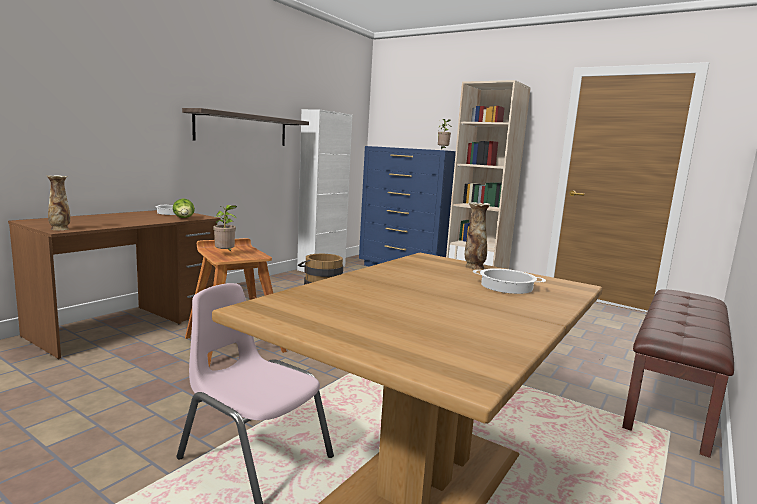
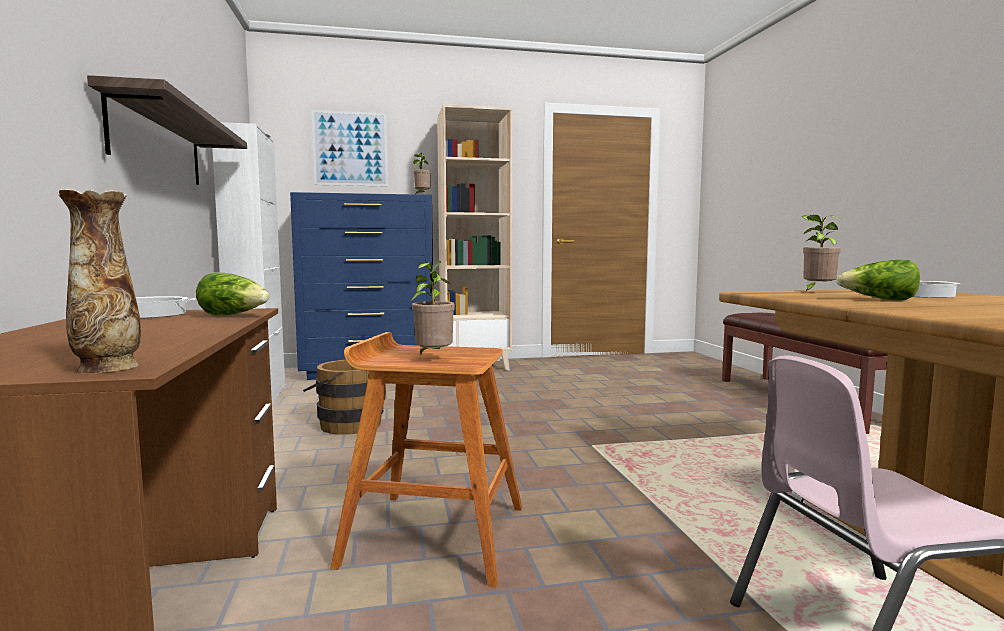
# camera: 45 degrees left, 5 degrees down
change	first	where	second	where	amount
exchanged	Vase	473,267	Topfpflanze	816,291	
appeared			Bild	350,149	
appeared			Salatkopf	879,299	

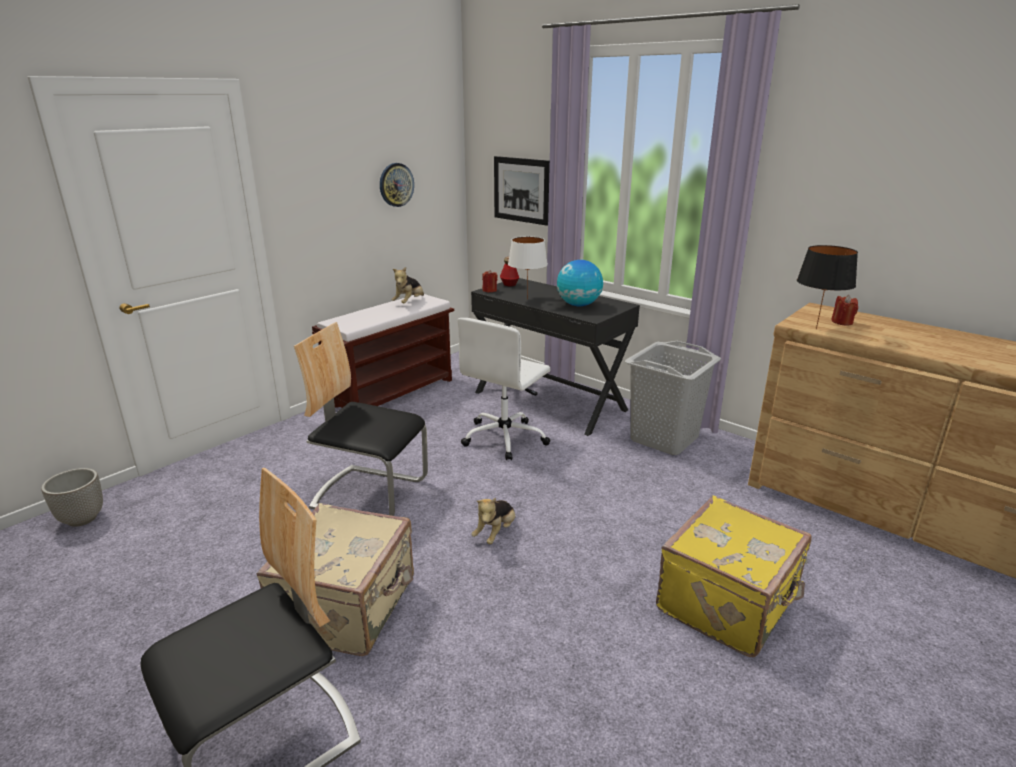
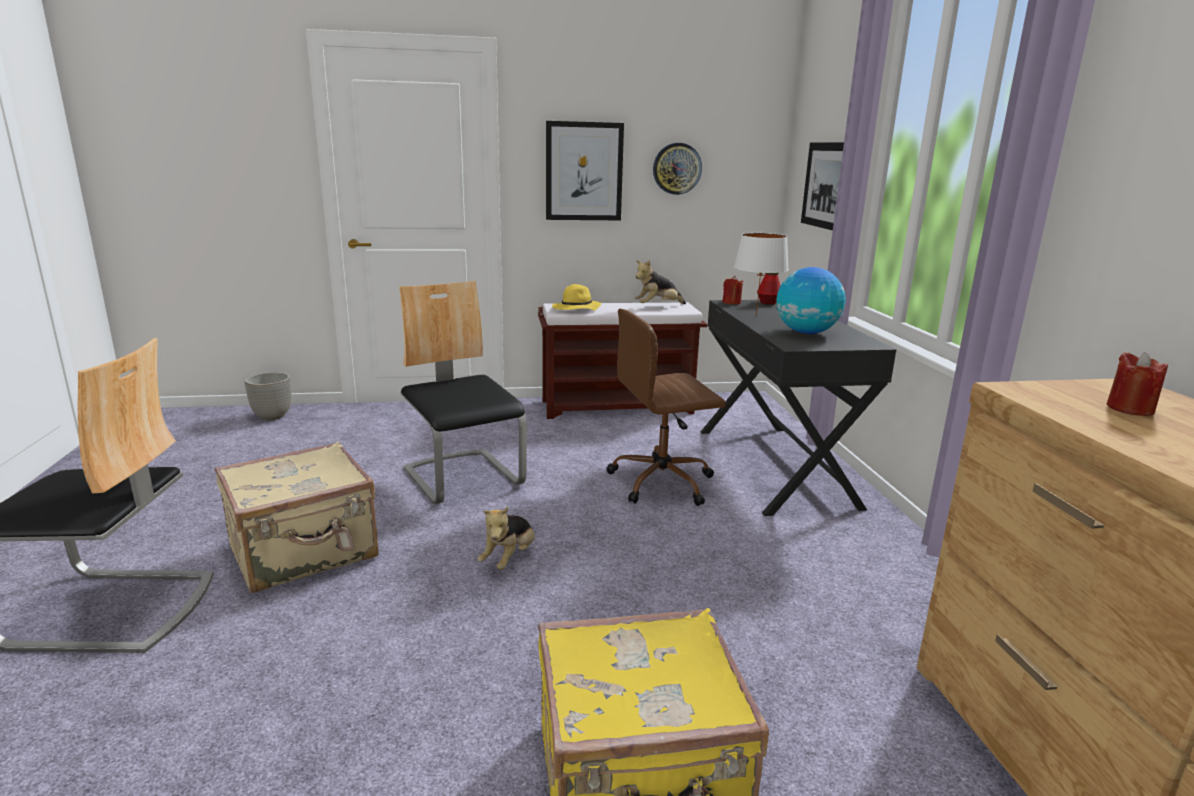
# camera: 40 degrees right, 5 degrees down
change	first	where	second	where	amount
missing	Tischlampe/schwarz	816,329			
colour	Bürostuhl/weiß	505,438	Bürostuhl/braun	663,482	
missing	Wäschekorb/grau	665,438			
spun	Plüschtier	495,533		509,558	45 degrees counterclockwise
appeared			Bild	584,171	
appeared			Hut/gelb	576,309	

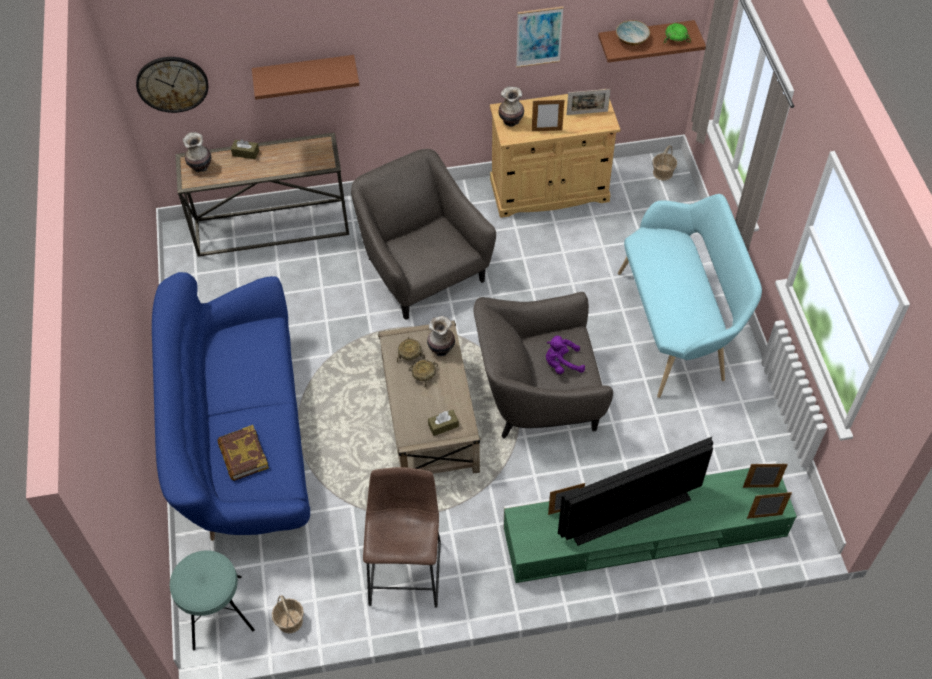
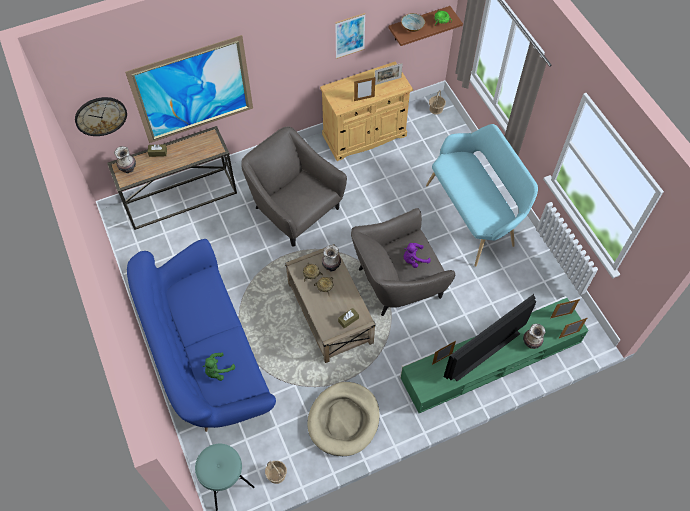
# camera: 15 degrees left, 5 degrees up
change	first	where	second	where	amount
exchanged	Wandregal/braun	305,73	Bild	193,91	
relocated	Vase	511,121		531,342	
exchanged	Buch	243,455	Plüschtier/grün	218,370	
exchanged	Hocker/braun	406,568	Hundebett/beige	344,420	

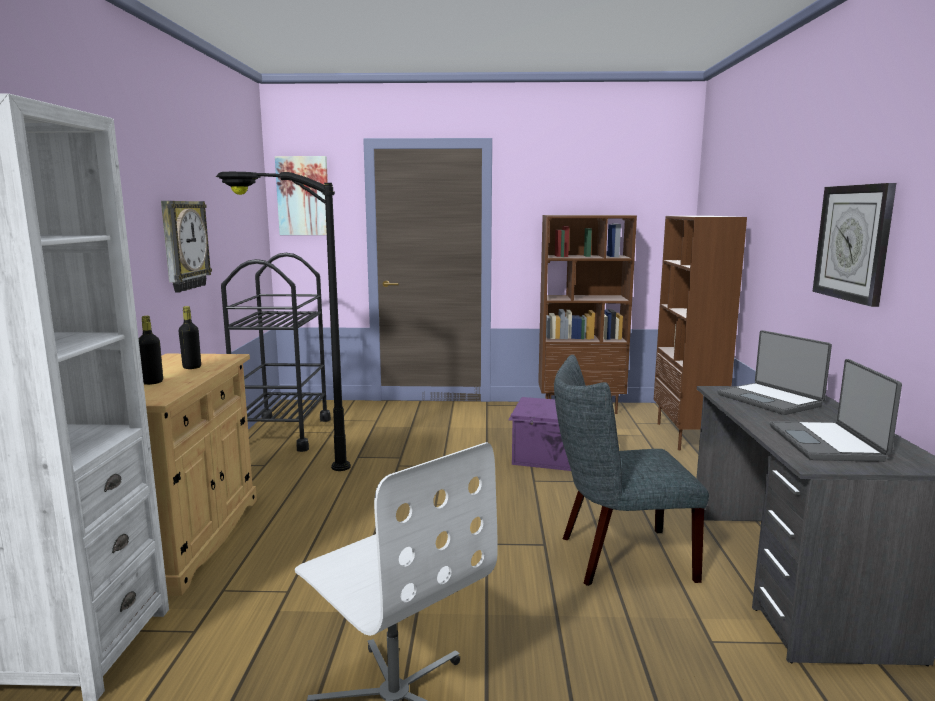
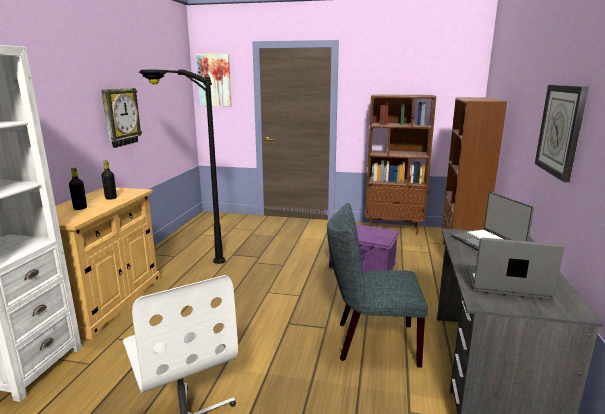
# camera: 10 degrees right, 5 degrees up
change	first	where	second	where	amount
missing	Rollwagen/schwarz	283,434			
spun	Laptop	827,443		506,285	90 degrees clockwise

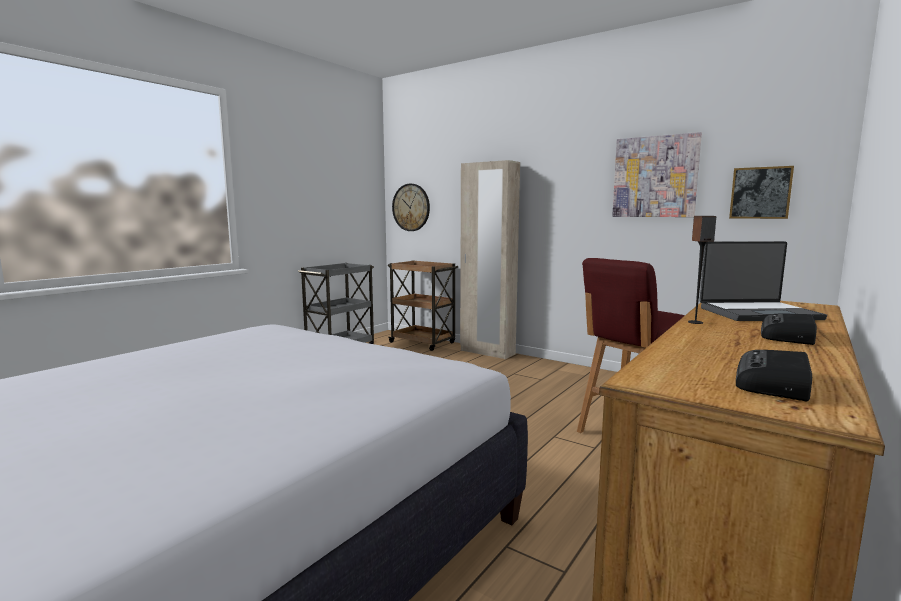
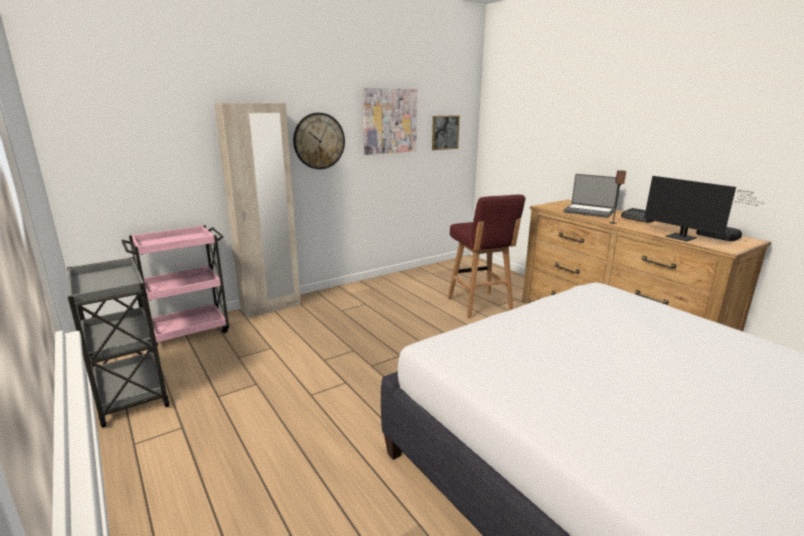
# camera: 70 degrees left, 10 degrees up
change	first	where	second	where	amount
relocated	Wanduhr	411,207		319,141	
spun	Laptop	757,313		589,211	105 degrees clockwise
colour	Rollwagen/braun	423,343	Rollwagen/rosa	189,332	
appeared			Monitor	684,238	

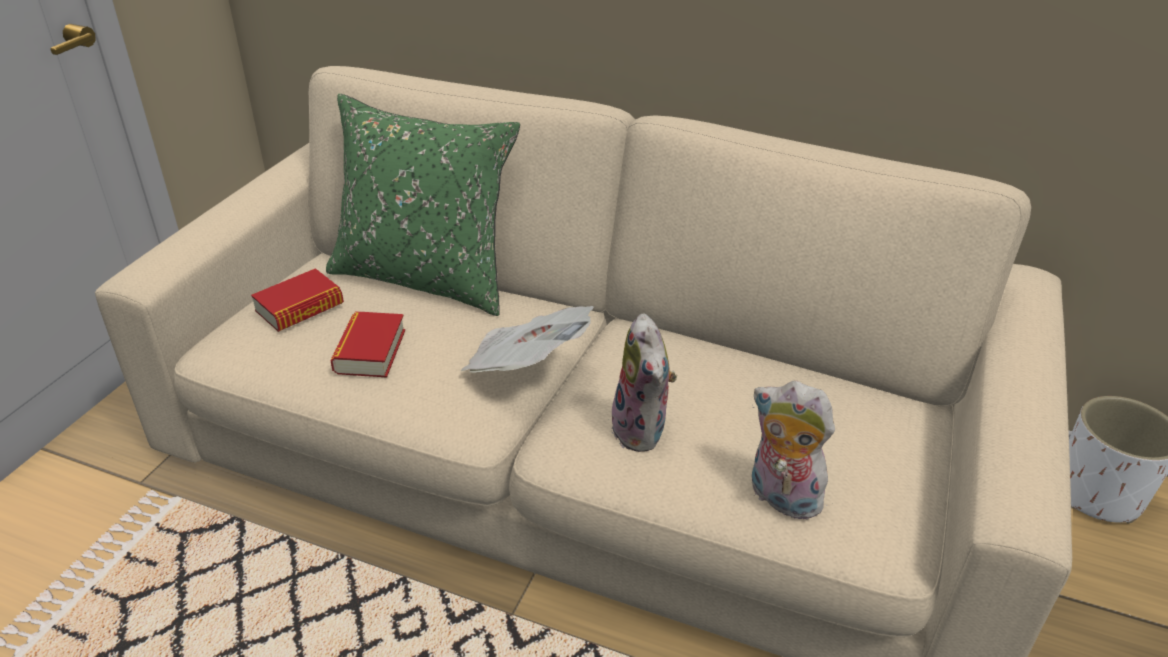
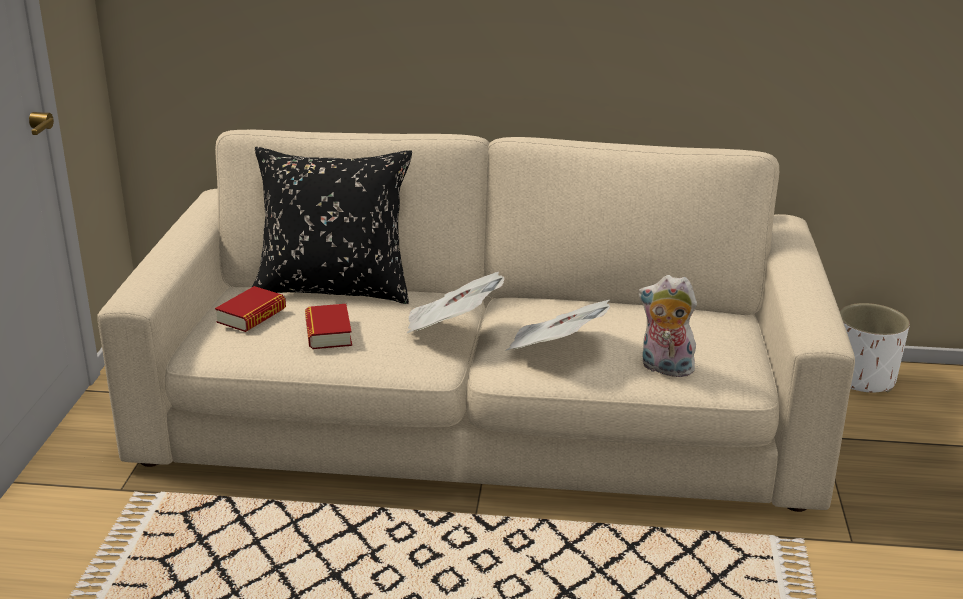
# camera: 15 degrees left, 10 degrees down
change	first	where	second	where	amount
colour	Kissen/grün	425,278	Kissen/schwarz	334,288	
exchanged	Plüschtier	643,431	Zeitung	555,350	

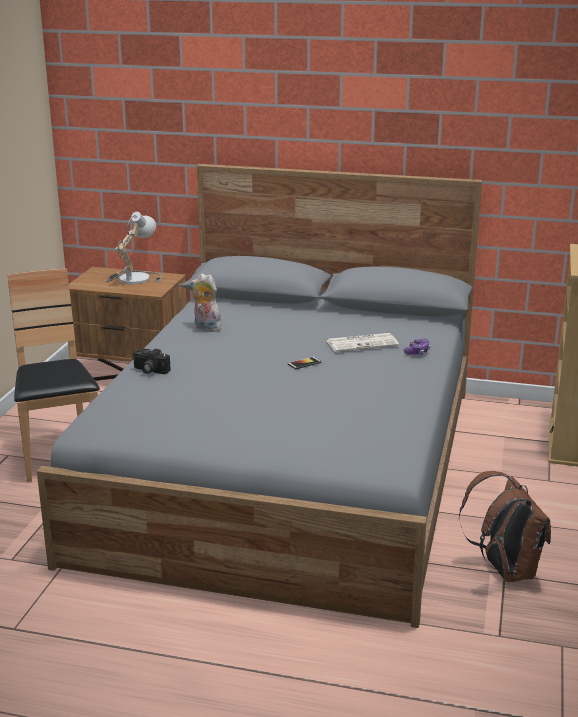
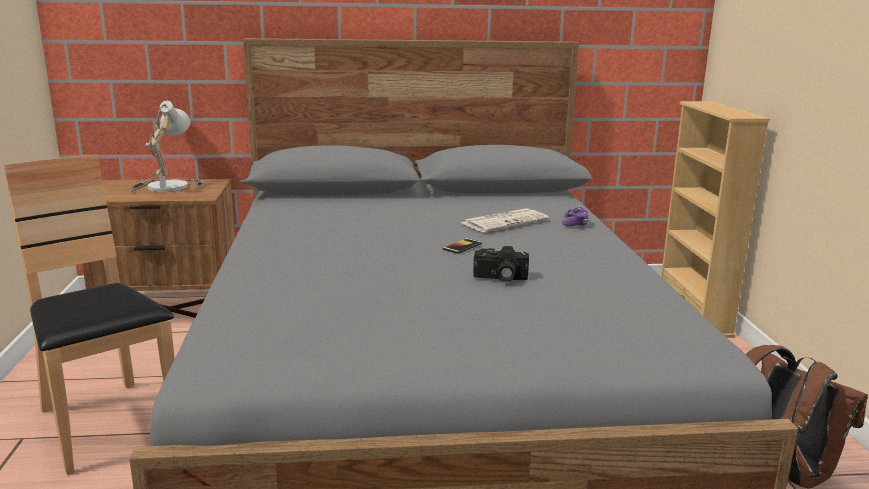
# camera: 20 degrees left, 5 degrees down
change	first	where	second	where	amount
missing	Plüschtier	205,328			
relocated	Kamera	149,370		500,278	

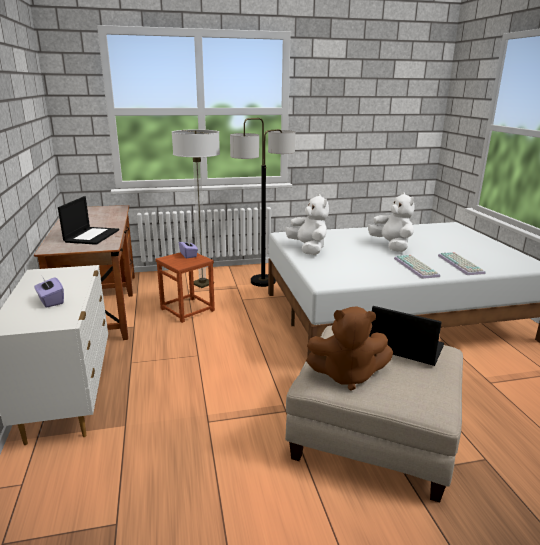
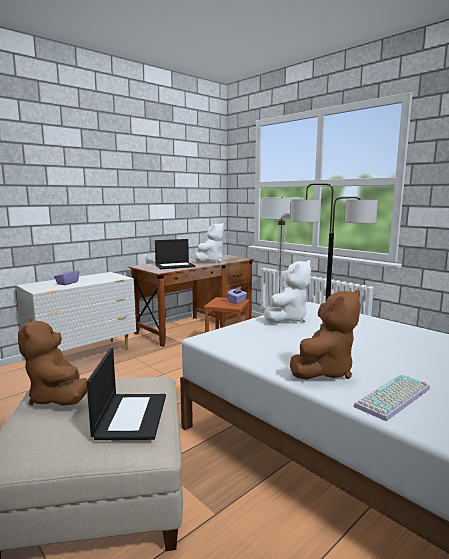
# camera: 60 degrees right, 10 degrees down
change	first	where	second	where	amount
relocated	Plüschtier/weiß	391,246		211,261	
exchanged	Tastatur	417,267	Plüschtier/braun	324,371	

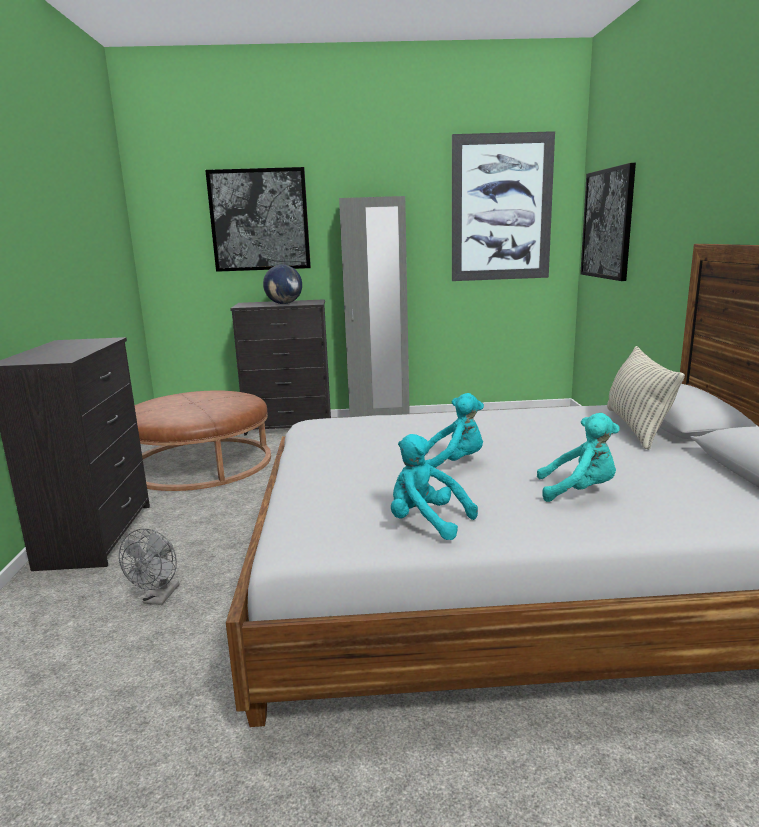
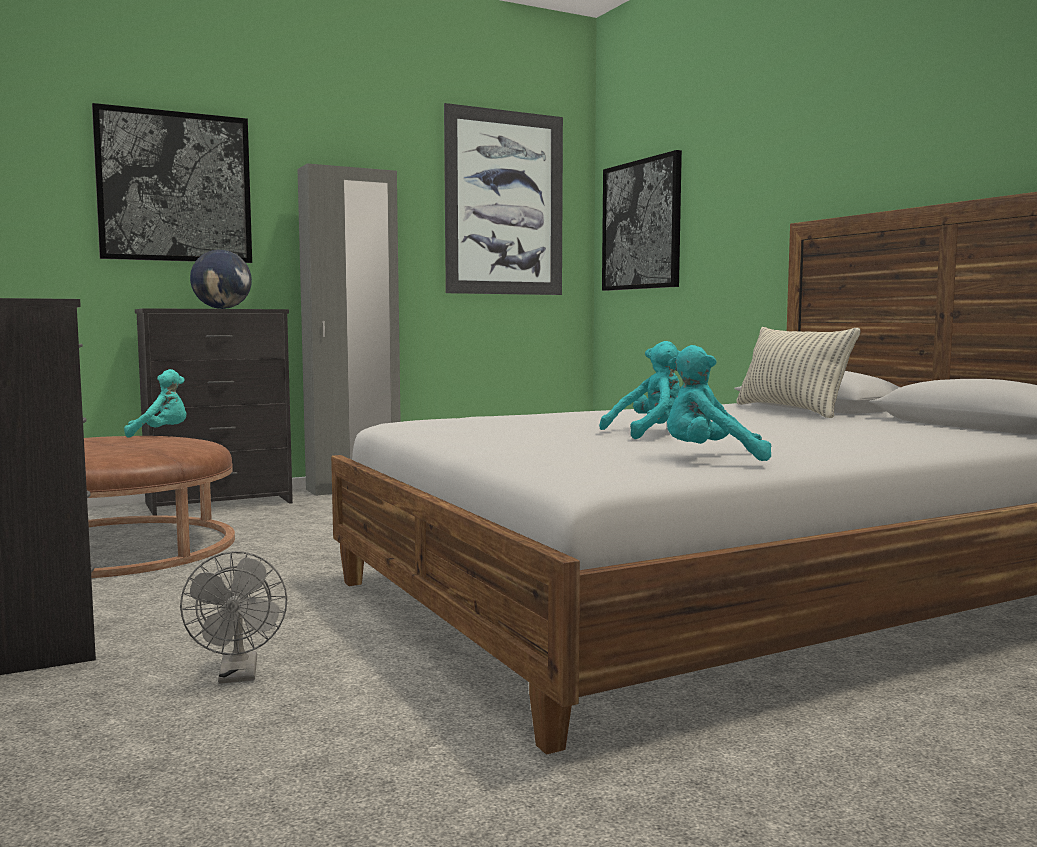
# camera: 25 degrees left, 10 degrees down
change	first	where	second	where	amount
relocated	Plüschtier/türkis	579,491		160,434	

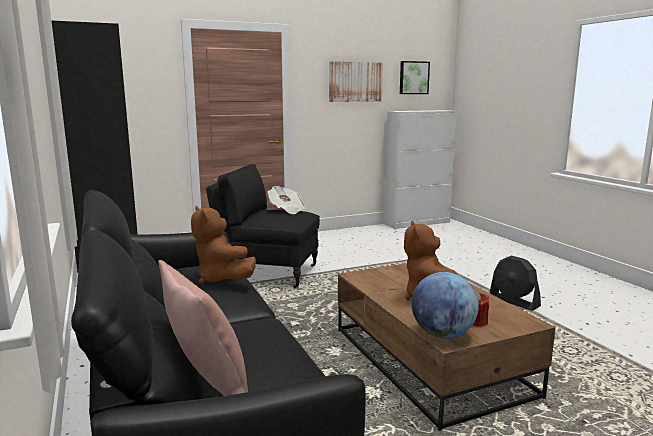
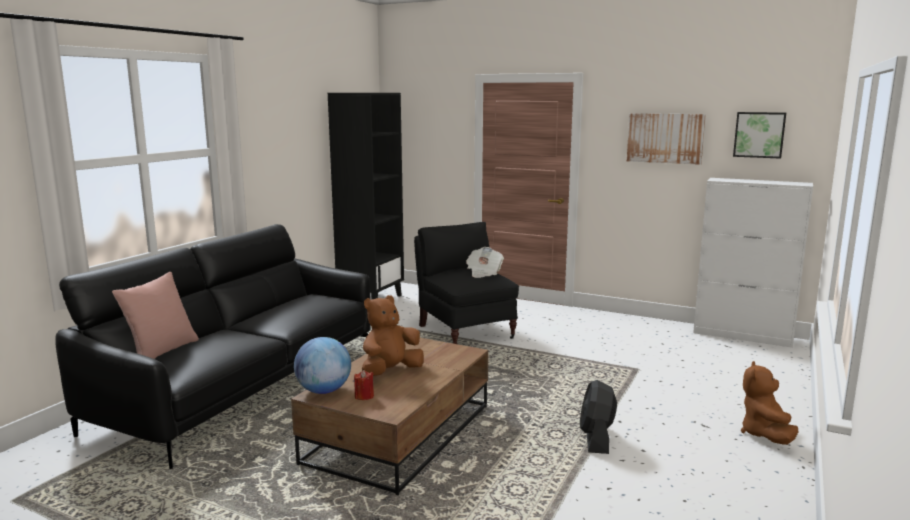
# camera: 50 degrees right, 0 degrees up
change	first	where	second	where	amount
relocated	Plüschtier/braun	222,279		765,434	

